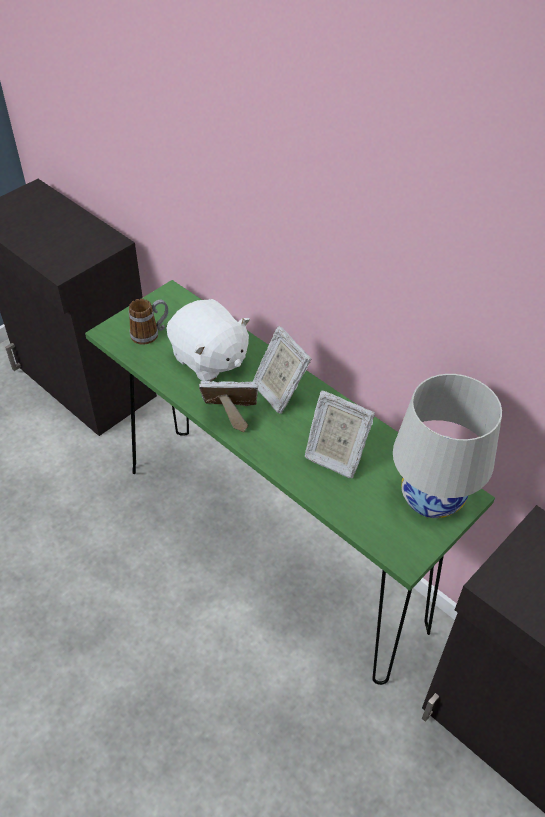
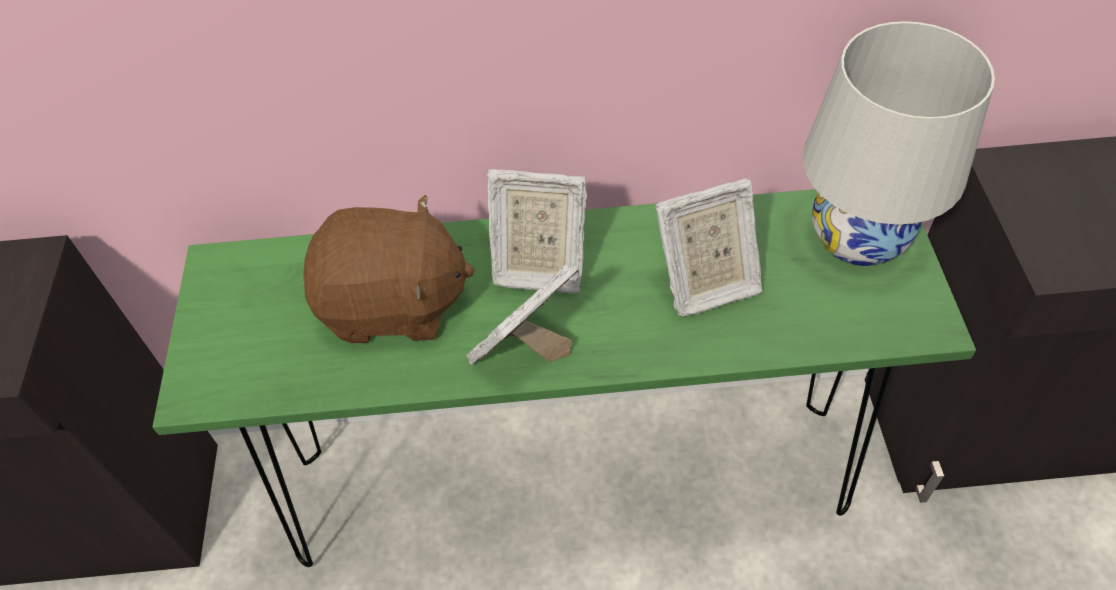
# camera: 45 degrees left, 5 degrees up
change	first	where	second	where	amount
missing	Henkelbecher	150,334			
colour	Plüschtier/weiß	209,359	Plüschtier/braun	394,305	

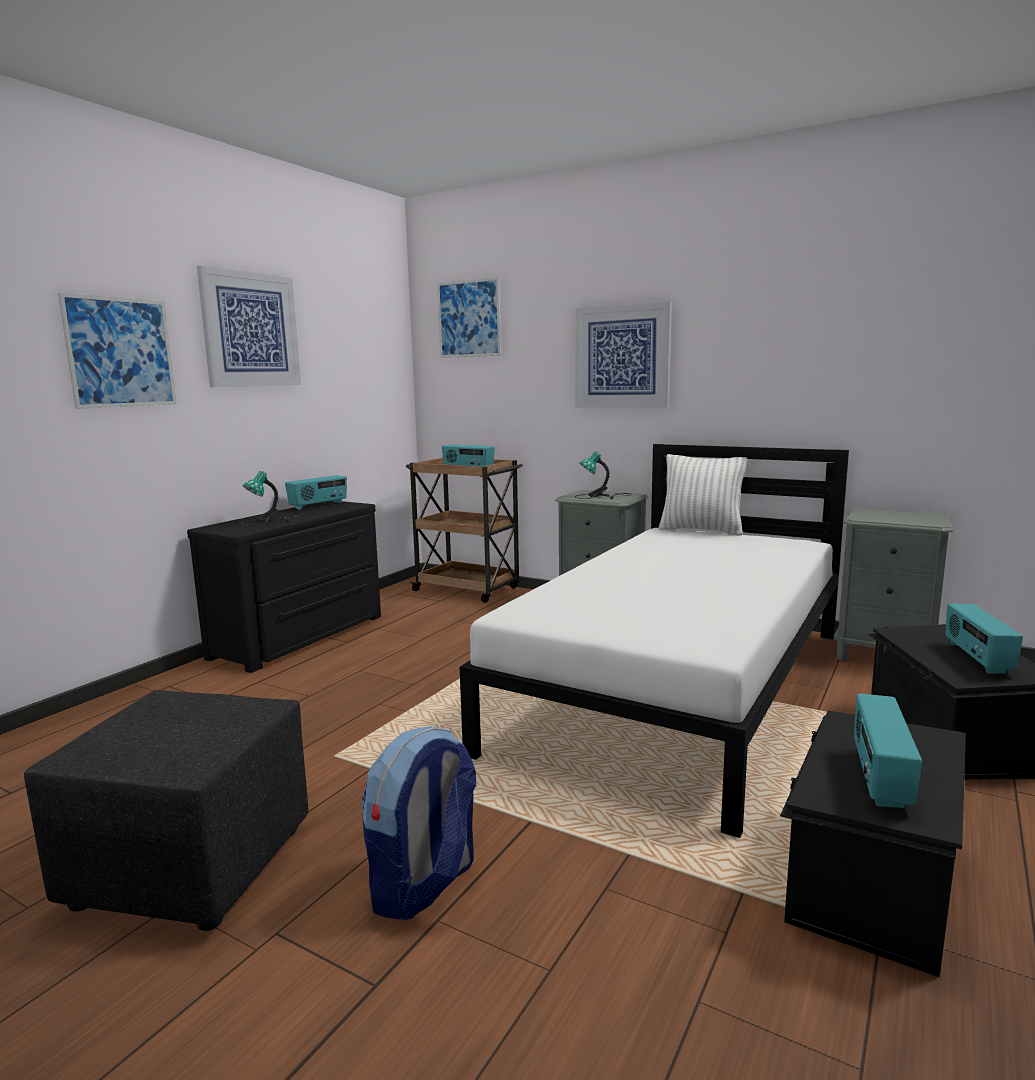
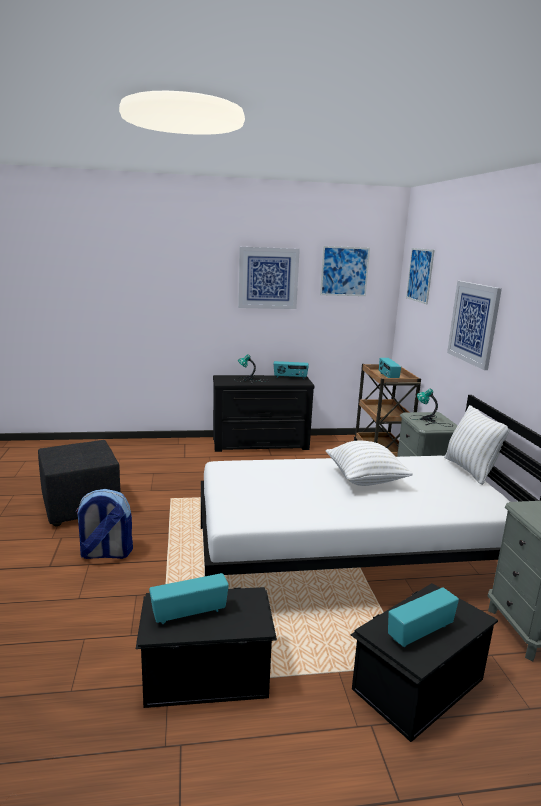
# camera: 50 degrees right, 5 degrees up
change	first	where	second	where	amount
relocated	Bild	121,352		344,271	
appeared			Kissen/weiß	365,479	

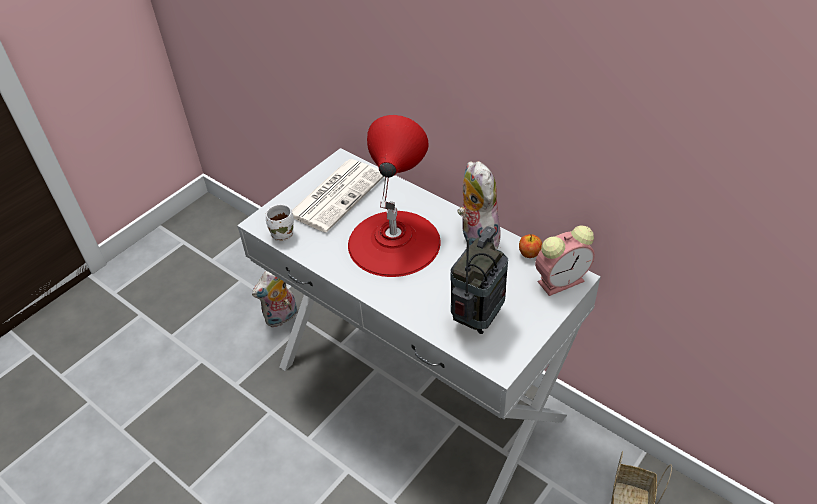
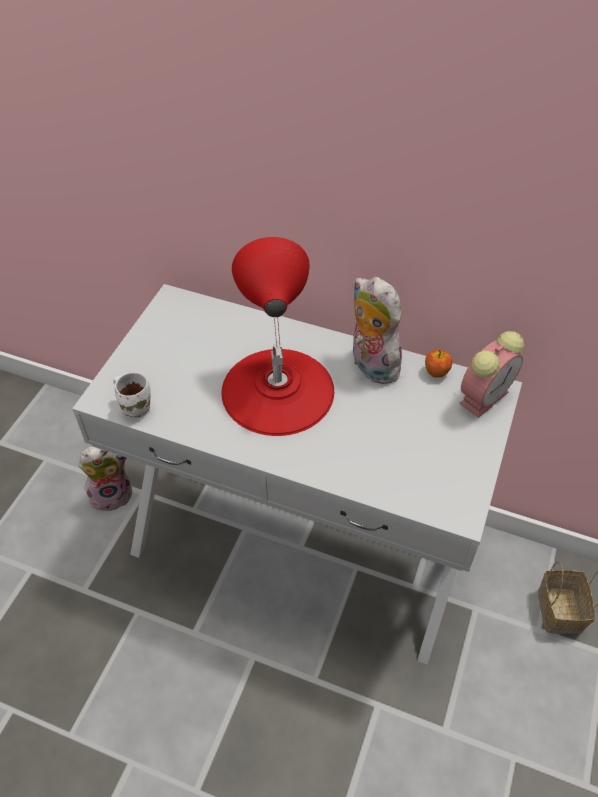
# camera: 20 degrees left, 5 degrees up
change	first	where	second	where	amount
missing	Zeitung	337,194			
missing	Radio	477,318			
spun	Plüschtier	281,318		112,494	135 degrees counterclockwise

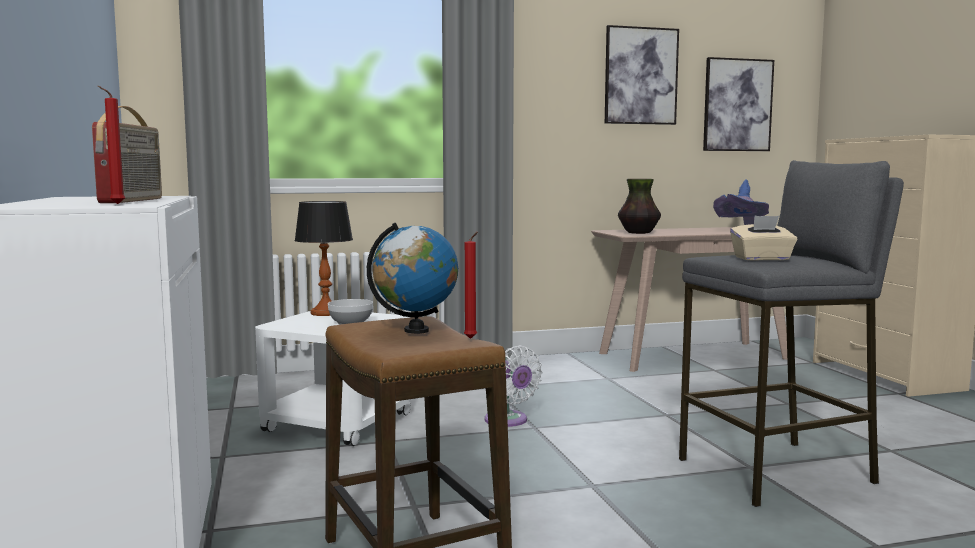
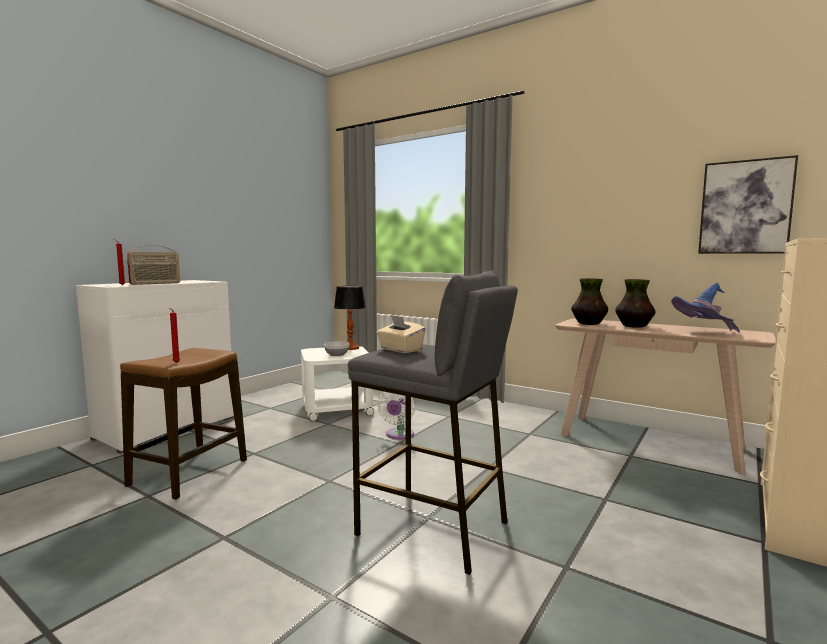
# camera: 50 degrees right, 0 degrees up
change	first	where	second	where	amount
missing	Bild	640,76			
missing	Globus	416,330			
appeared			Vase	633,326	

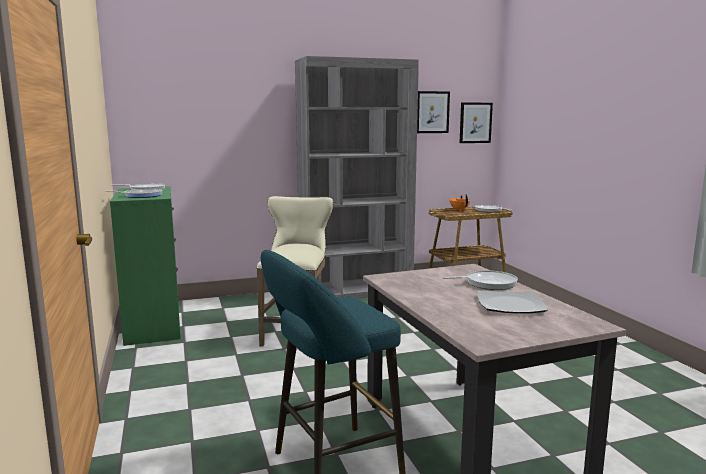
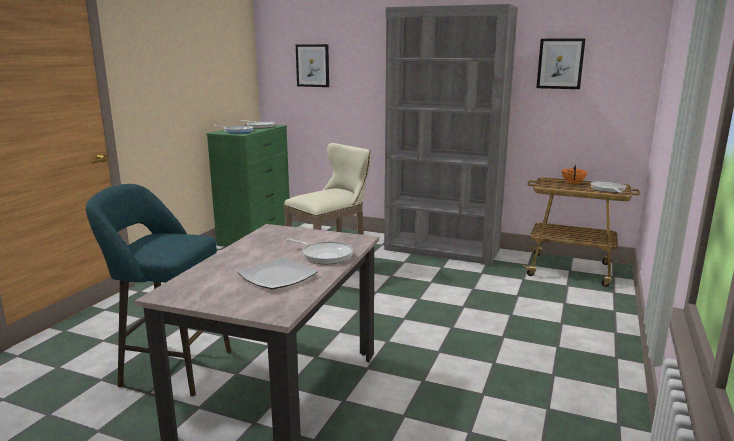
# camera: 40 degrees right, 5 degrees up
change	first	where	second	where	amount
relocated	Bild	475,122		312,65	

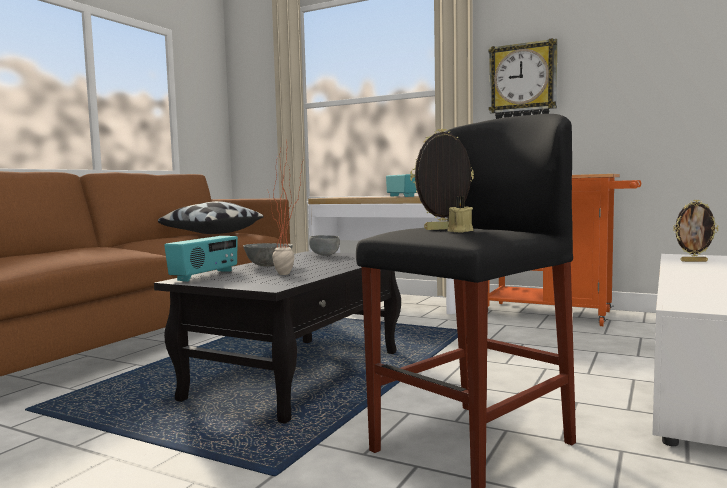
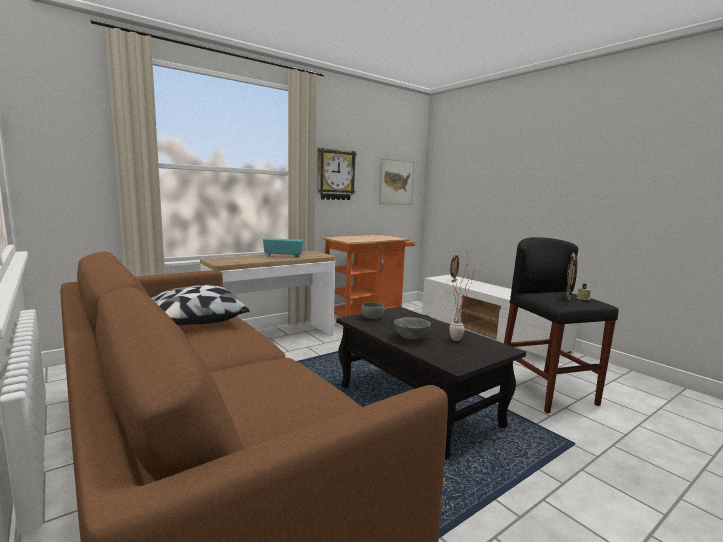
# camera: 65 degrees left, 5 degrees up
change	first	where	second	where	amount
missing	Radio	205,275			
appeared			Bild	396,182	

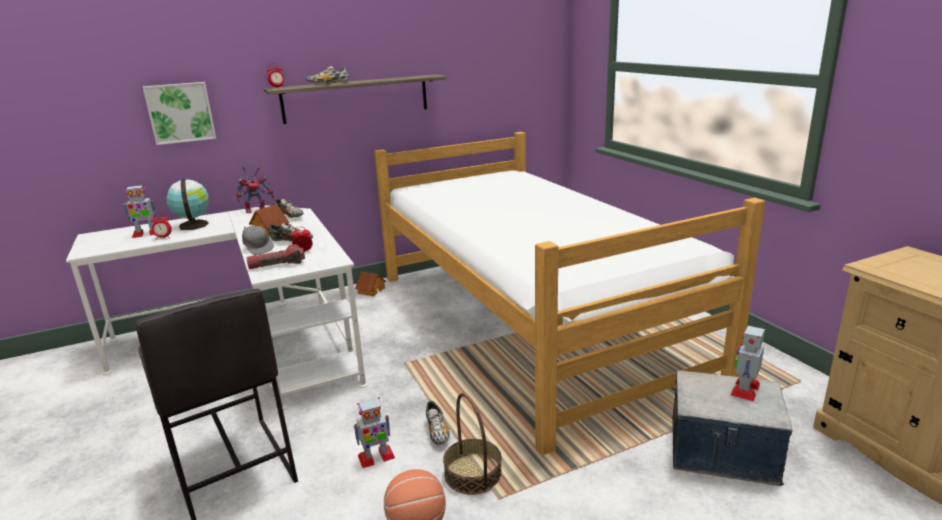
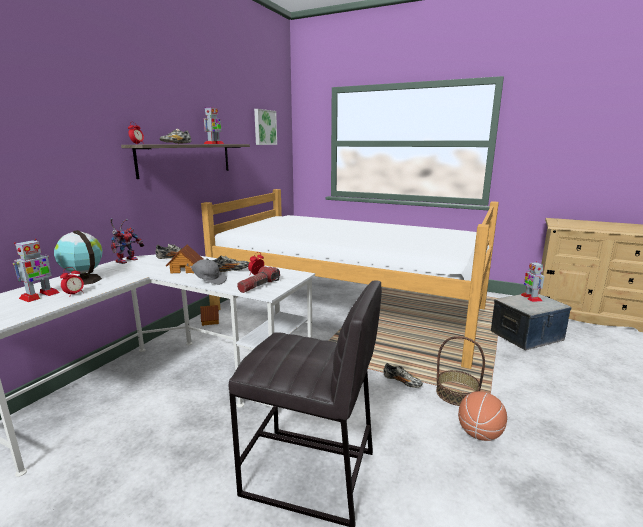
# camera: 40 degrees left, 5 degrees down
change	first	where	second	where	amount
relocated	Bild	180,112		264,127	
relocated	Spielzeugroboter	376,457		214,144	

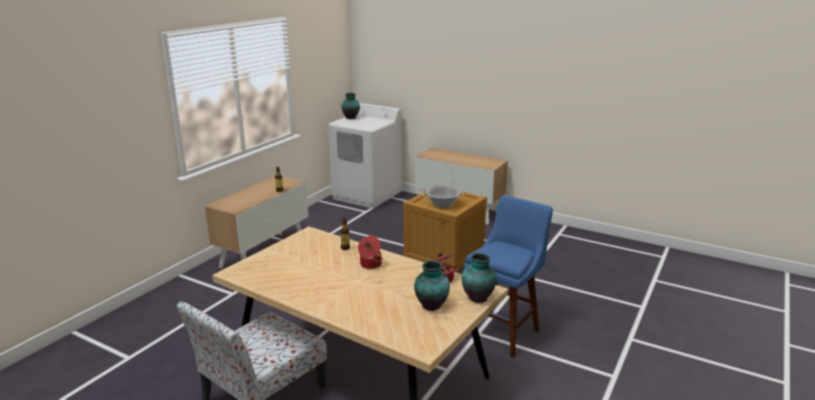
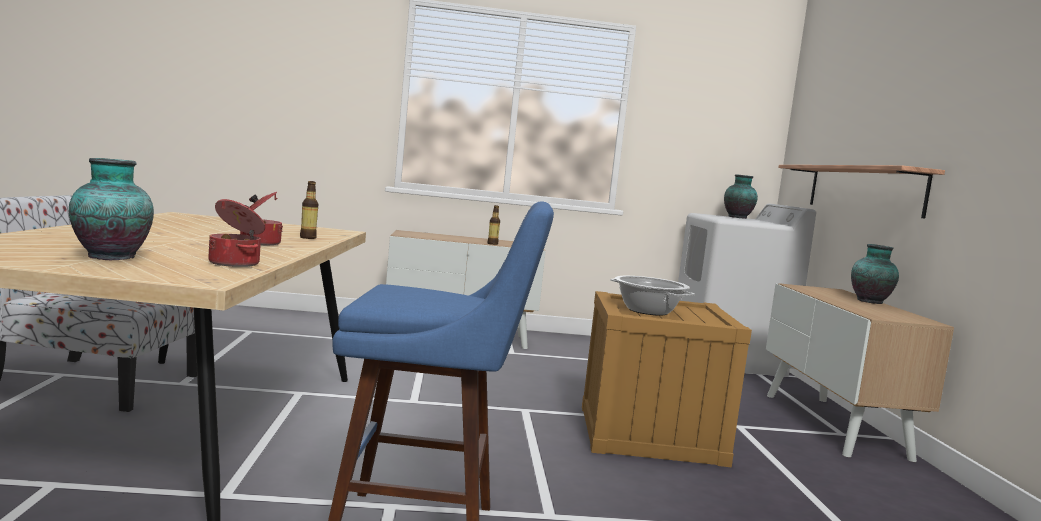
# camera: 55 degrees right, 15 degrees down
change	first	where	second	where	amount
relocated	Vase	478,297		871,301	
appeared			Wandregal	863,189	

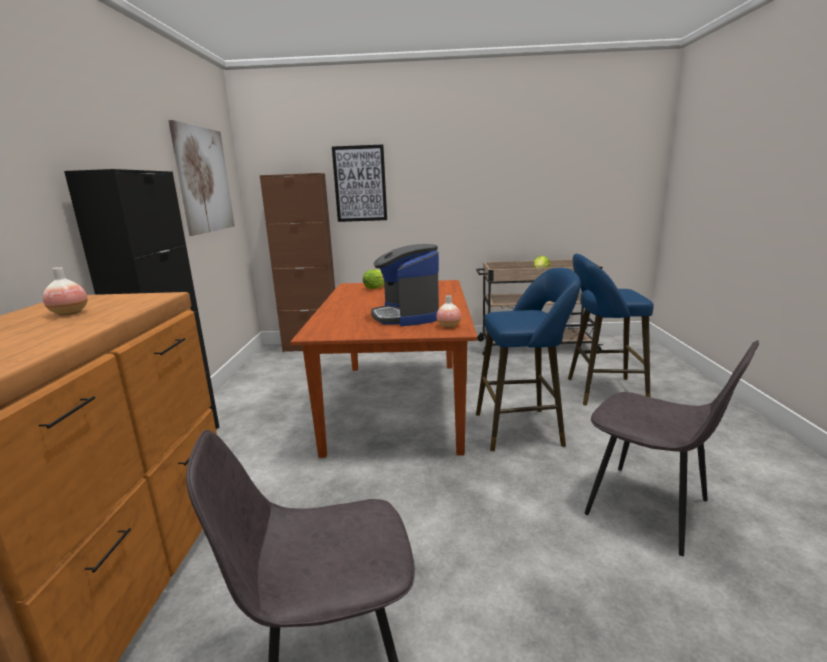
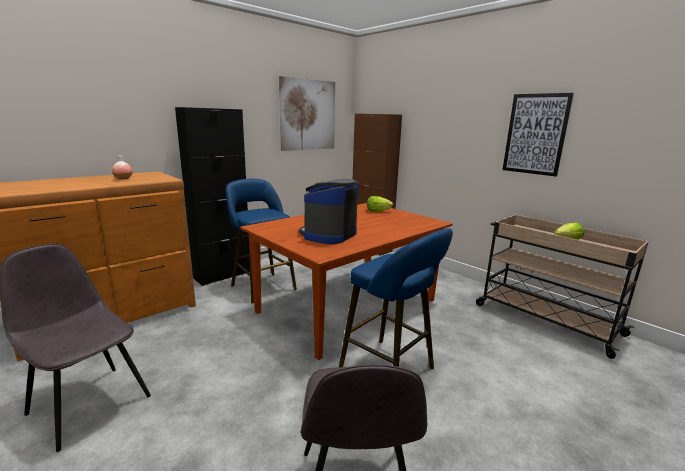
# camera: 45 degrees right, 0 degrees up
change	first	where	second	where	amount
relocated	Bild	360,184		535,134	
relocated	Hocker/blau	601,391		261,286	
missing	Vase	448,326			

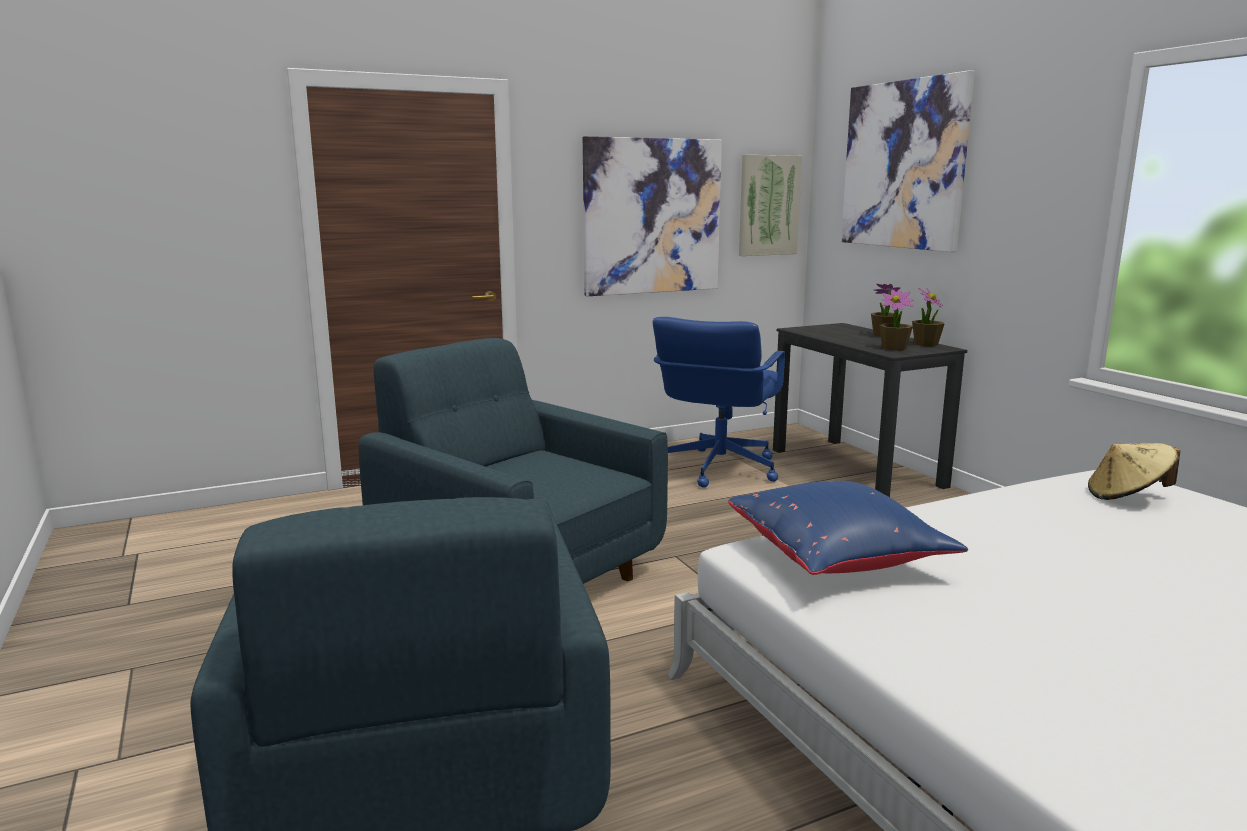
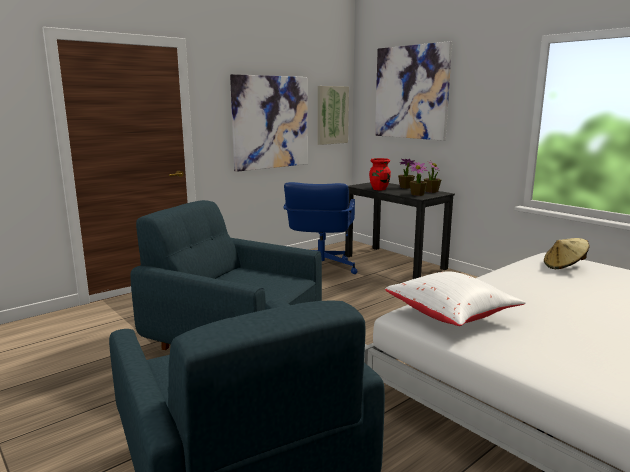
# camera: 15 degrees left, 0 degrees up
change	first	where	second	where	amount
colour	Kissen/blau	838,559	Kissen/weiß	452,315	
appeared			Vase/rot	379,189	

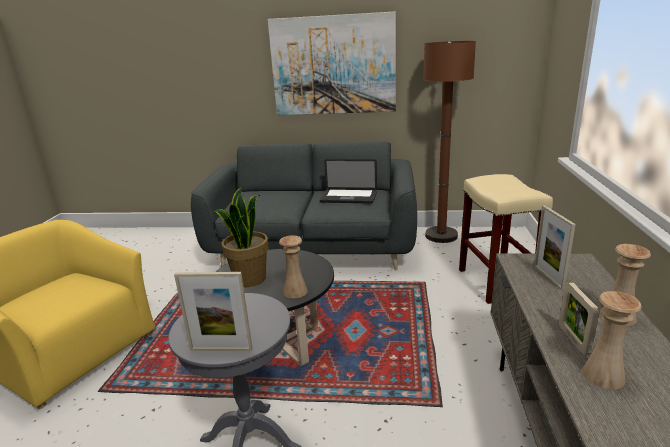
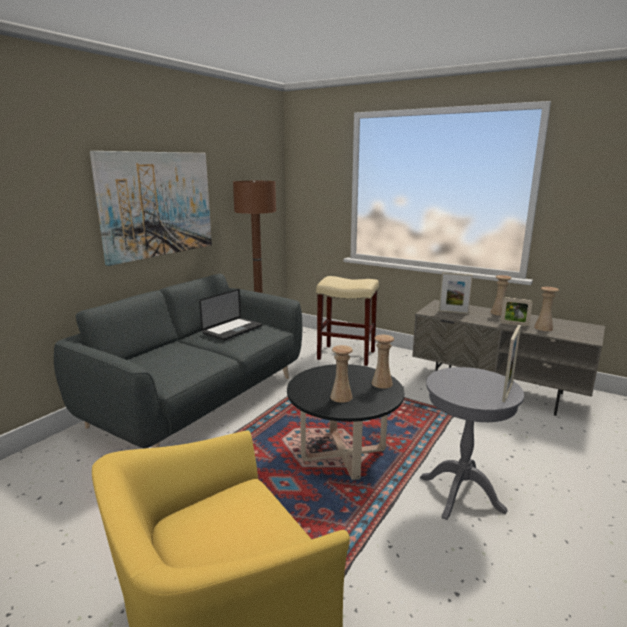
# camera: 65 degrees left, 5 degrees down
change	first	where	second	where	amount
exchanged	Topfpflanze	249,279	Vase/beige	341,397	

